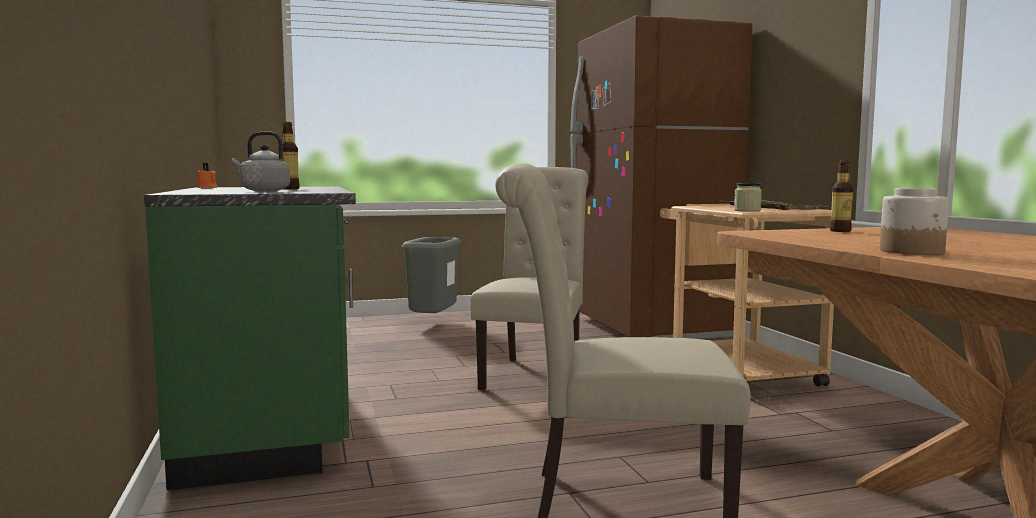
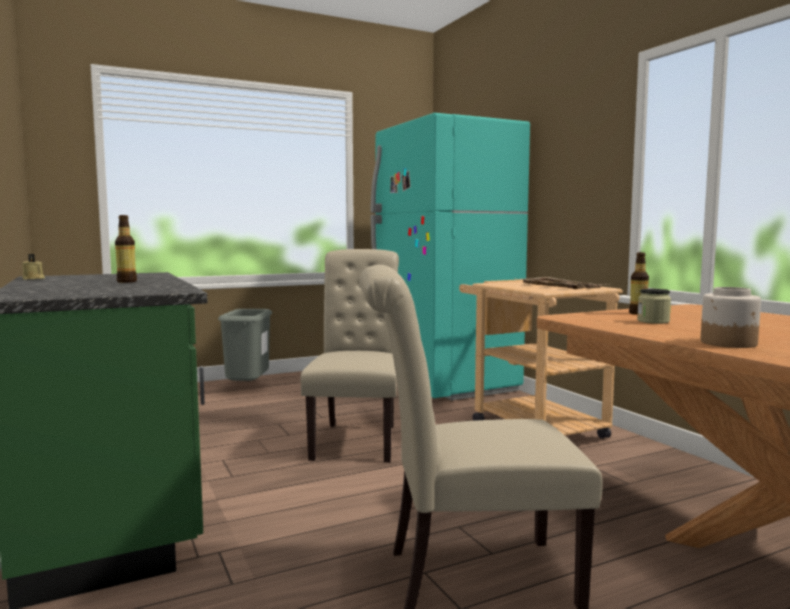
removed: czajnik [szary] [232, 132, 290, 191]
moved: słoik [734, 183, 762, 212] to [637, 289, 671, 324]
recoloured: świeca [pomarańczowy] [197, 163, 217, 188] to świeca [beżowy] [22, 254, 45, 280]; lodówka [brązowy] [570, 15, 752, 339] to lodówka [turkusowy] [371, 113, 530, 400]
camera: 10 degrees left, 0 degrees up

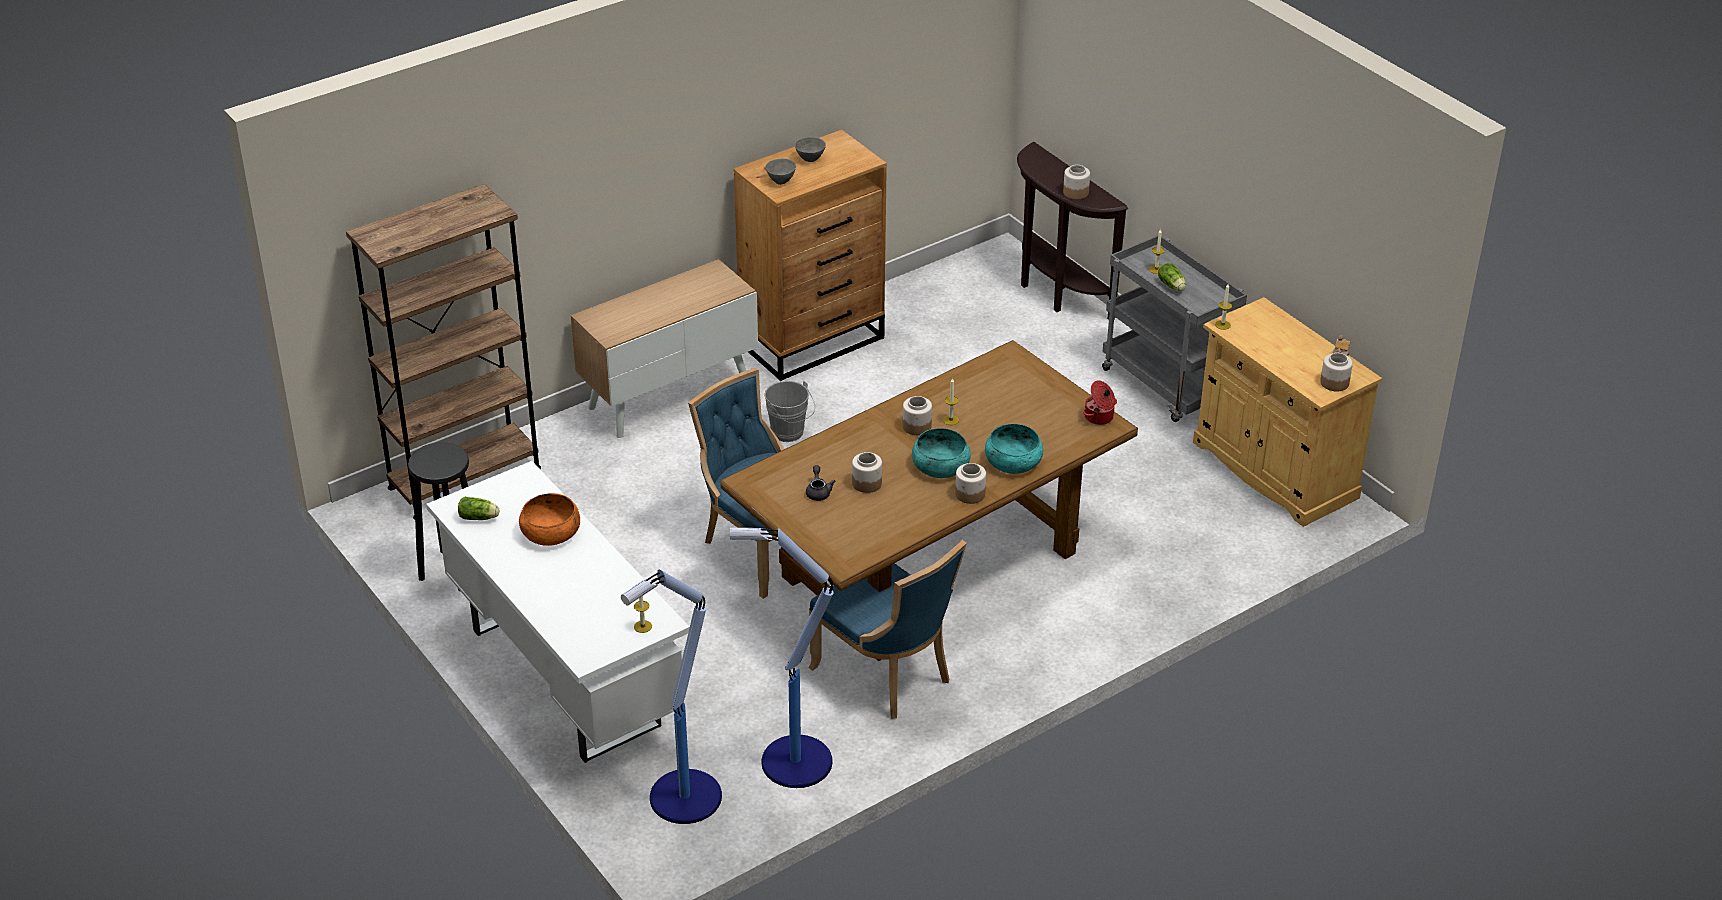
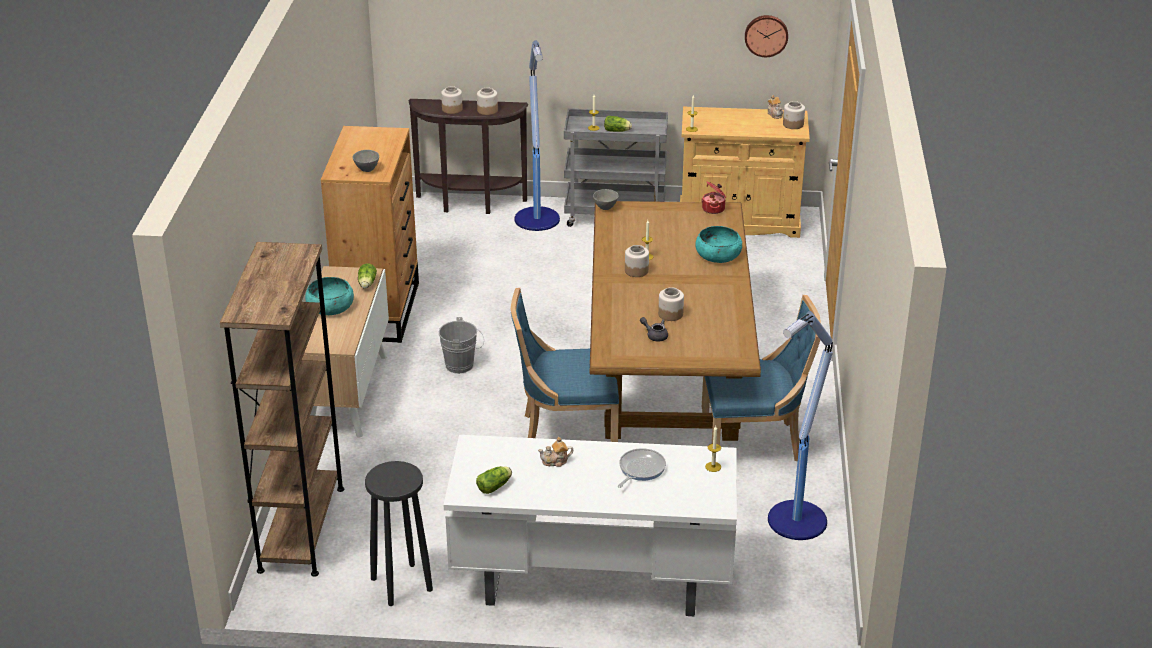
added: sałata [358, 263, 377, 289]; patelnia [618, 448, 666, 488]; zegar ścienny [745, 15, 788, 57]
moved: miska [turkusowy] [912, 428, 971, 478] to [305, 277, 354, 315]; słoik [955, 463, 986, 504] to [441, 86, 463, 114]; lampa stojąca [621, 570, 722, 824] to [514, 41, 560, 231]; miska [szary] [795, 137, 826, 162] to [593, 189, 619, 210]
replaced: miska [pomarańczowy] [519, 493, 580, 546] to imbryk [538, 437, 573, 467]
camera: 50 degrees left, 5 degrees down

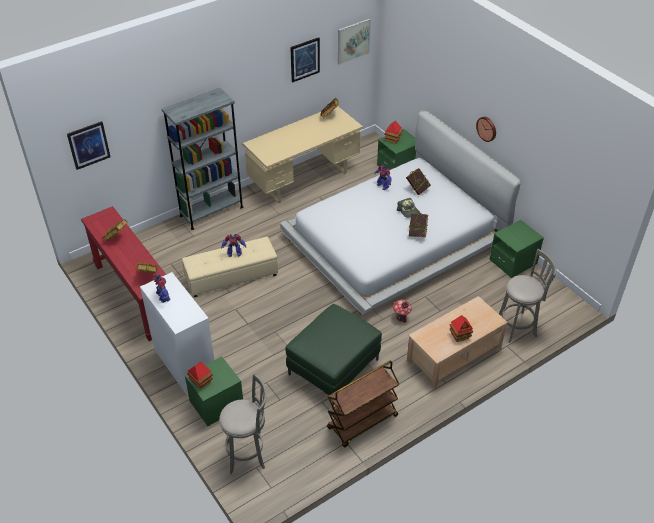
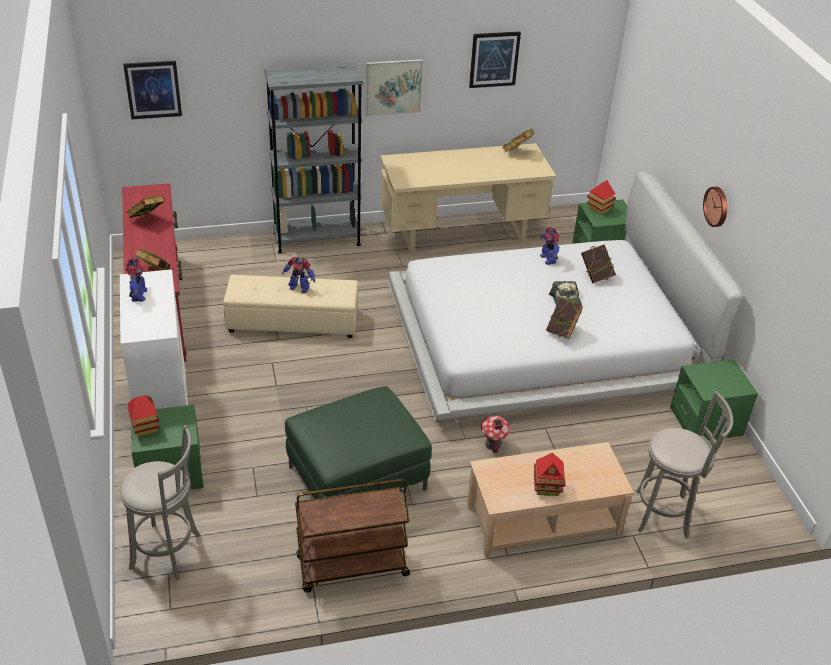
moved: obraz [338, 19, 371, 65] to [366, 59, 423, 116]
camera: 20 degrees right, 5 degrees down

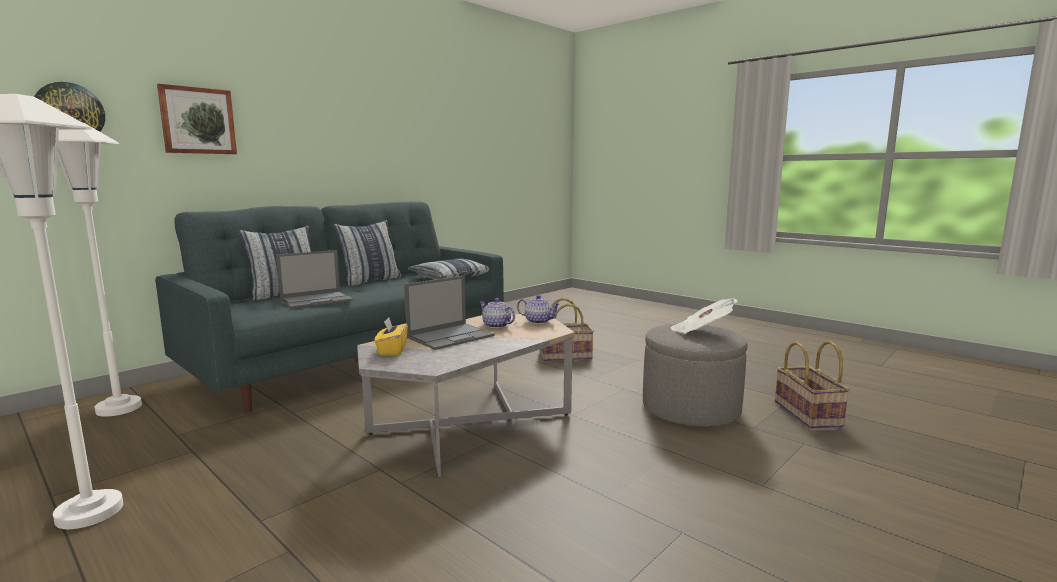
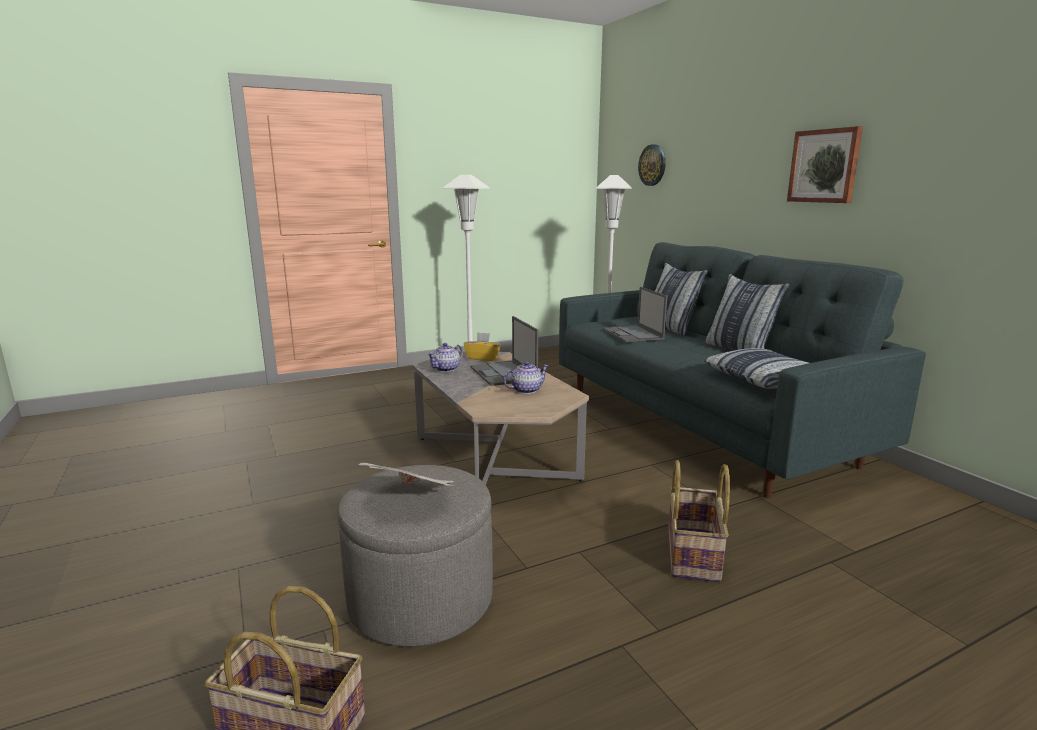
moved: imbryk [517, 295, 561, 324] to [427, 343, 463, 372]; obraz [157, 84, 237, 154] to [787, 126, 863, 203]
camera: 110 degrees right, 5 degrees up

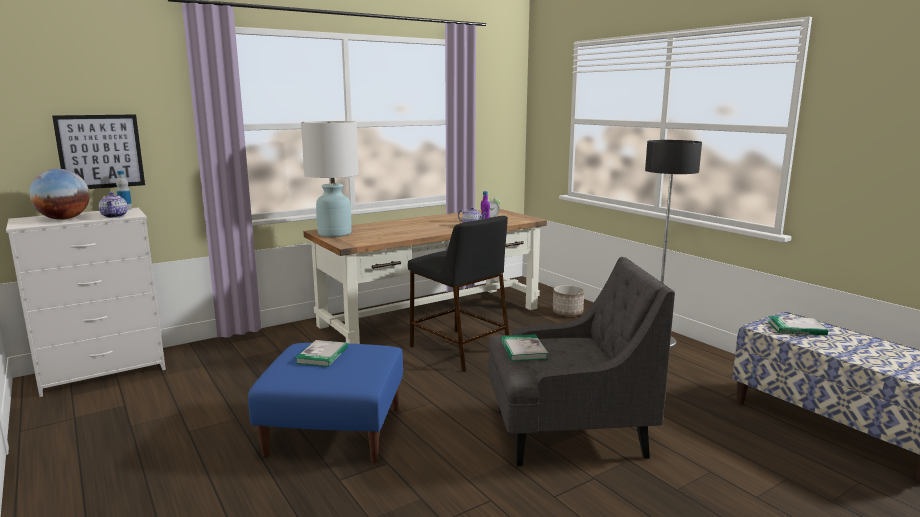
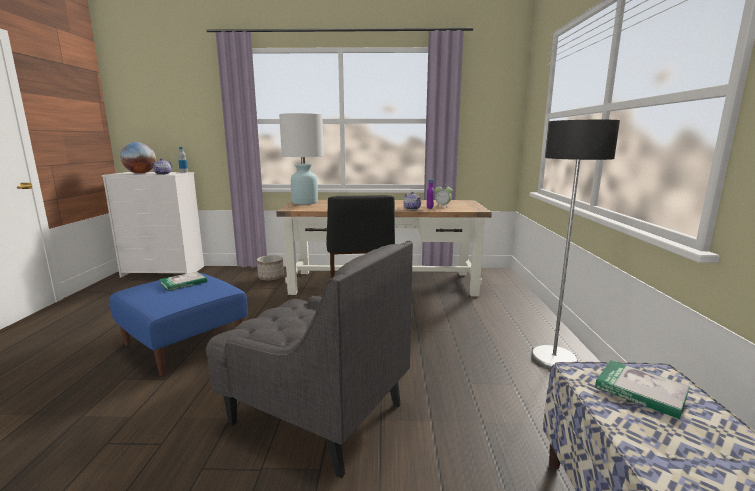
removed: obraz [52, 114, 145, 189]; książka [501, 334, 548, 361]
moved: donica [553, 285, 584, 316] to [257, 255, 284, 281]
camera: 35 degrees right, 0 degrees up

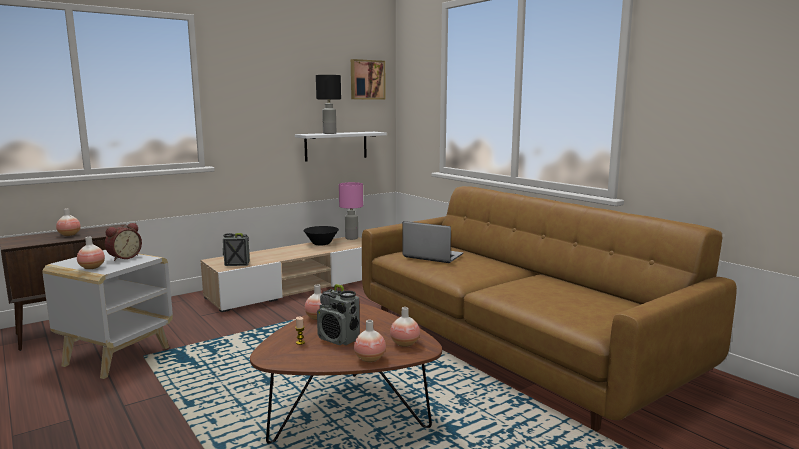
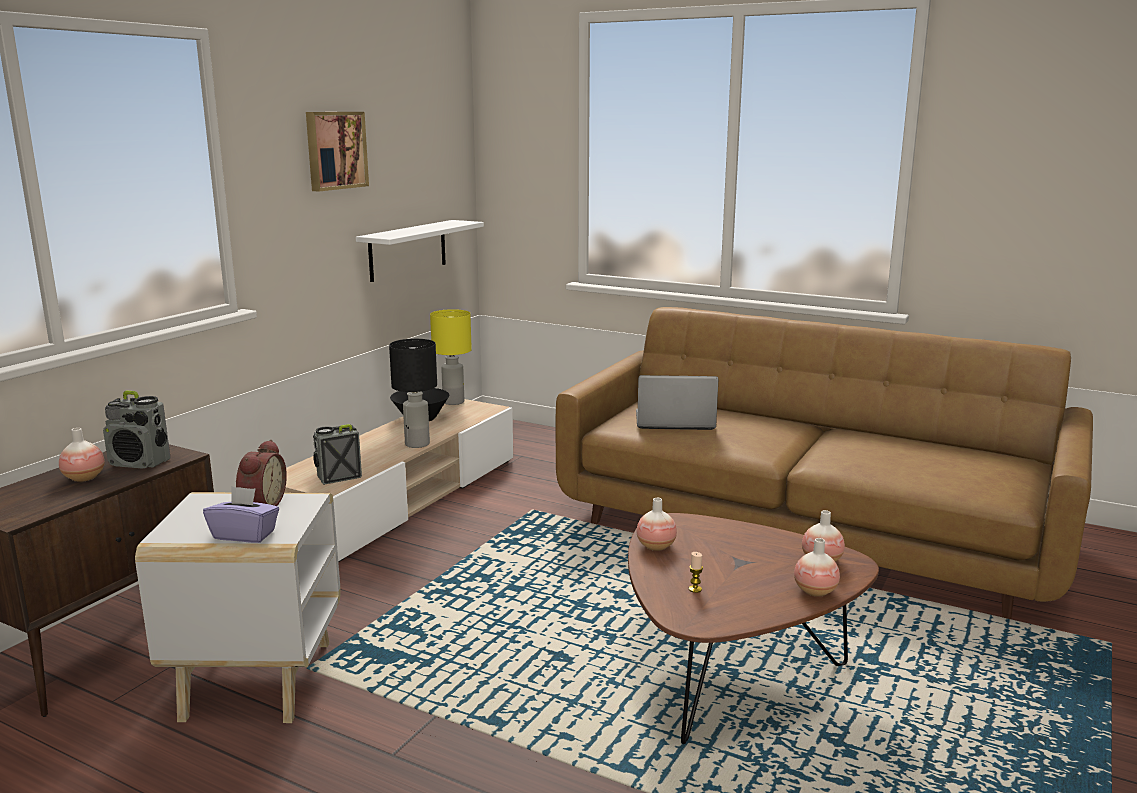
moved: radio [317, 284, 360, 345] to [103, 391, 171, 469]; obraz [351, 59, 386, 100] to [306, 112, 369, 191]; lampa stołowa [czarny] [316, 75, 341, 134] to [389, 339, 437, 448]
replaced: wazon [77, 237, 105, 269] to pudełko chusteczek [fioletowy] [203, 486, 279, 543]
recoloured: lampa stołowa [różowy] [339, 182, 363, 240] to lampa stołowa [żółty] [430, 309, 472, 405]
camera: 25 degrees left, 5 degrees up

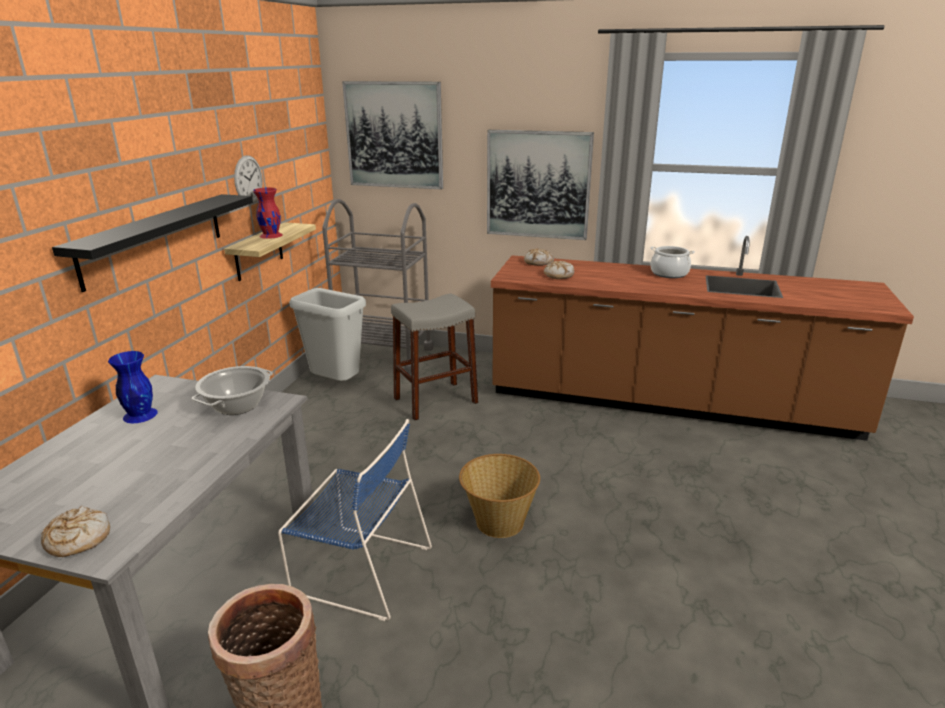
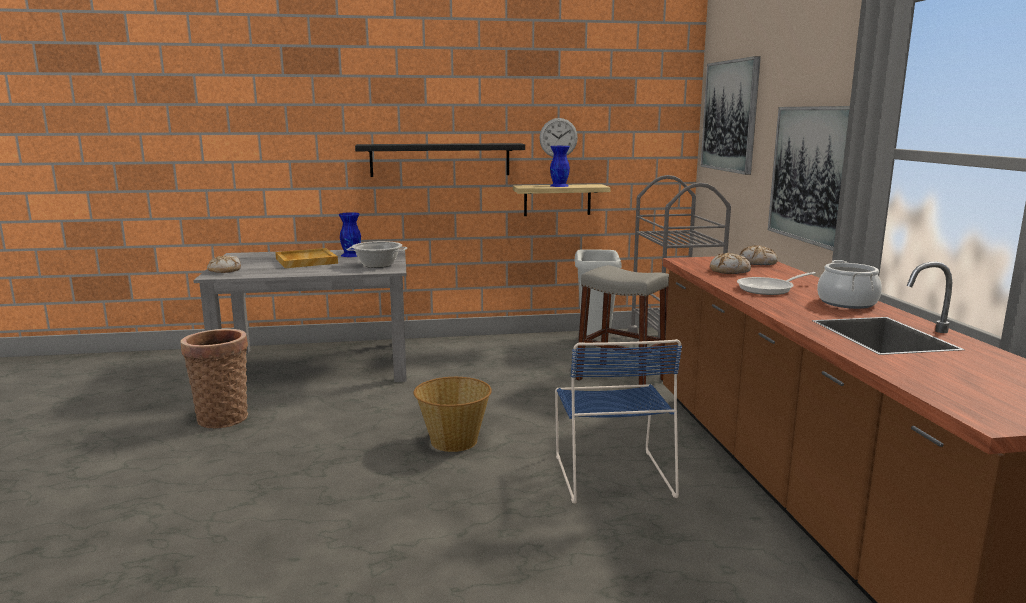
added: taca [beżowy] [275, 248, 338, 268]; patelnia [737, 272, 816, 295]
moved: krzesło [niebieski] [278, 419, 432, 621] to [555, 339, 682, 504]
recoloured: wazon [czerwony] [253, 188, 283, 239] to wazon [niebieski] [550, 146, 570, 187]
camera: 65 degrees right, 10 degrees down

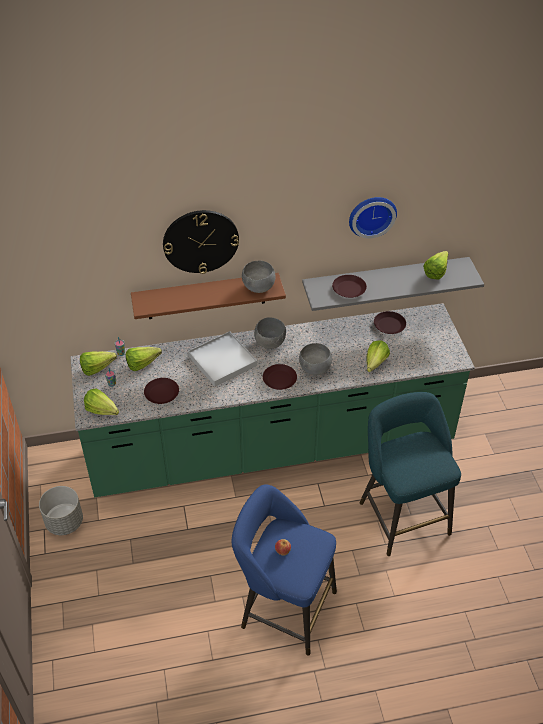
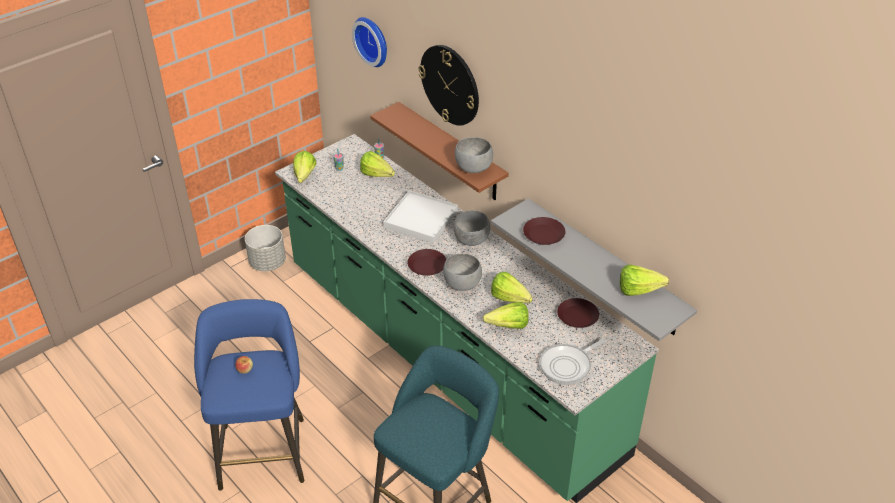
removed: talerz [brązowy] [144, 378, 179, 404]
added: patelnia [540, 338, 606, 385]
moved: zegar ścienny [349, 197, 397, 238] to [352, 17, 387, 67]; sałata [80, 351, 117, 376] to [491, 272, 533, 303]
camera: 60 degrees right, 5 degrees down

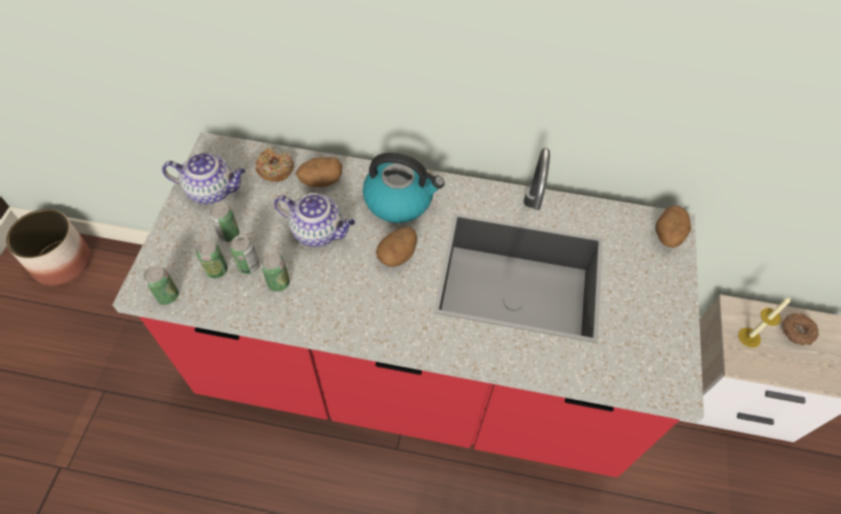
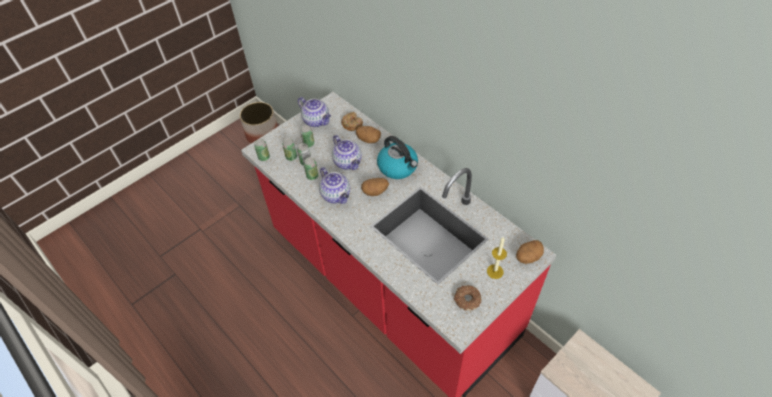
added: imbryk [319, 167, 350, 204]
moved: donut [782, 313, 819, 346] to [454, 285, 481, 311]; świeca [738, 297, 791, 348] to [487, 237, 507, 279]
camera: 40 degrees right, 5 degrees down

